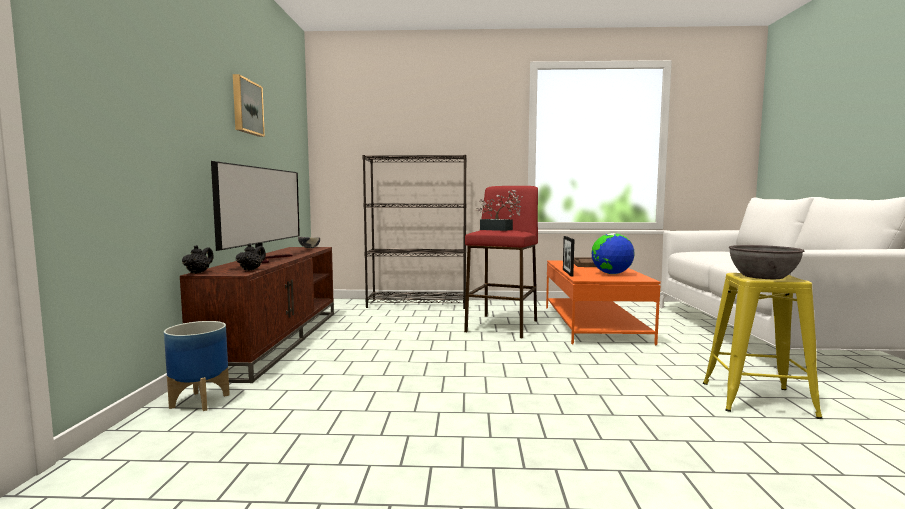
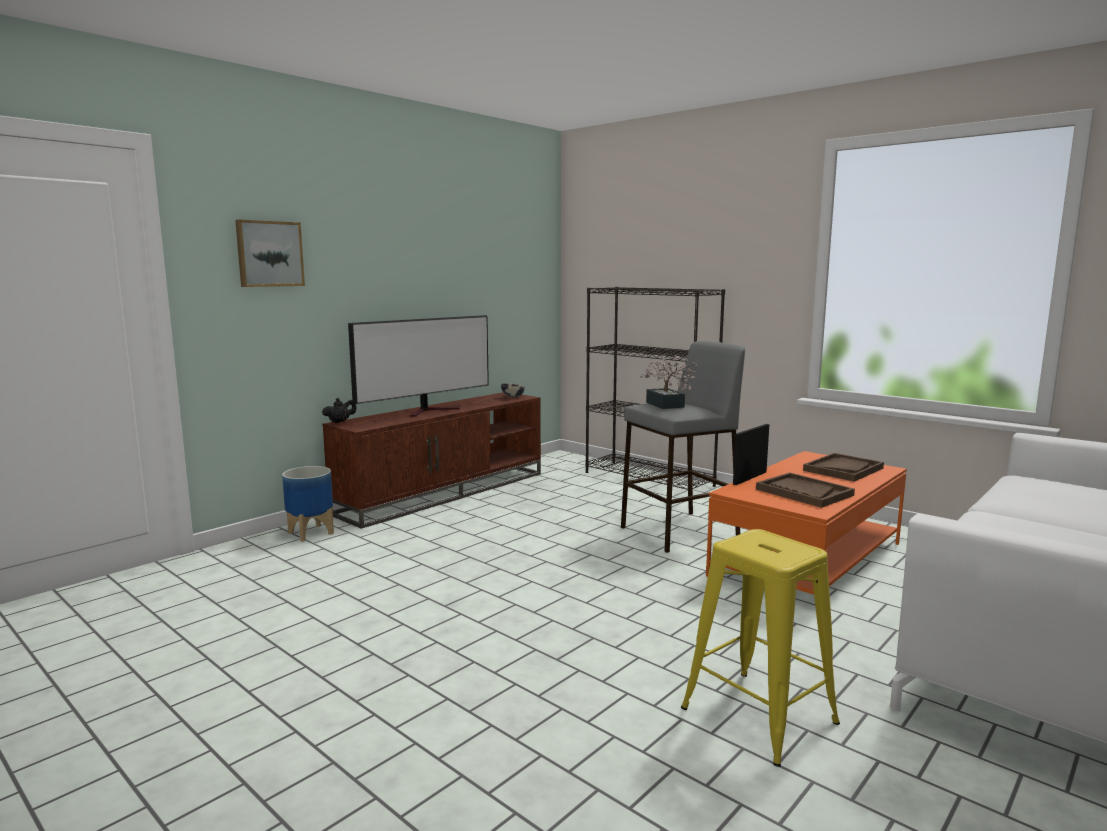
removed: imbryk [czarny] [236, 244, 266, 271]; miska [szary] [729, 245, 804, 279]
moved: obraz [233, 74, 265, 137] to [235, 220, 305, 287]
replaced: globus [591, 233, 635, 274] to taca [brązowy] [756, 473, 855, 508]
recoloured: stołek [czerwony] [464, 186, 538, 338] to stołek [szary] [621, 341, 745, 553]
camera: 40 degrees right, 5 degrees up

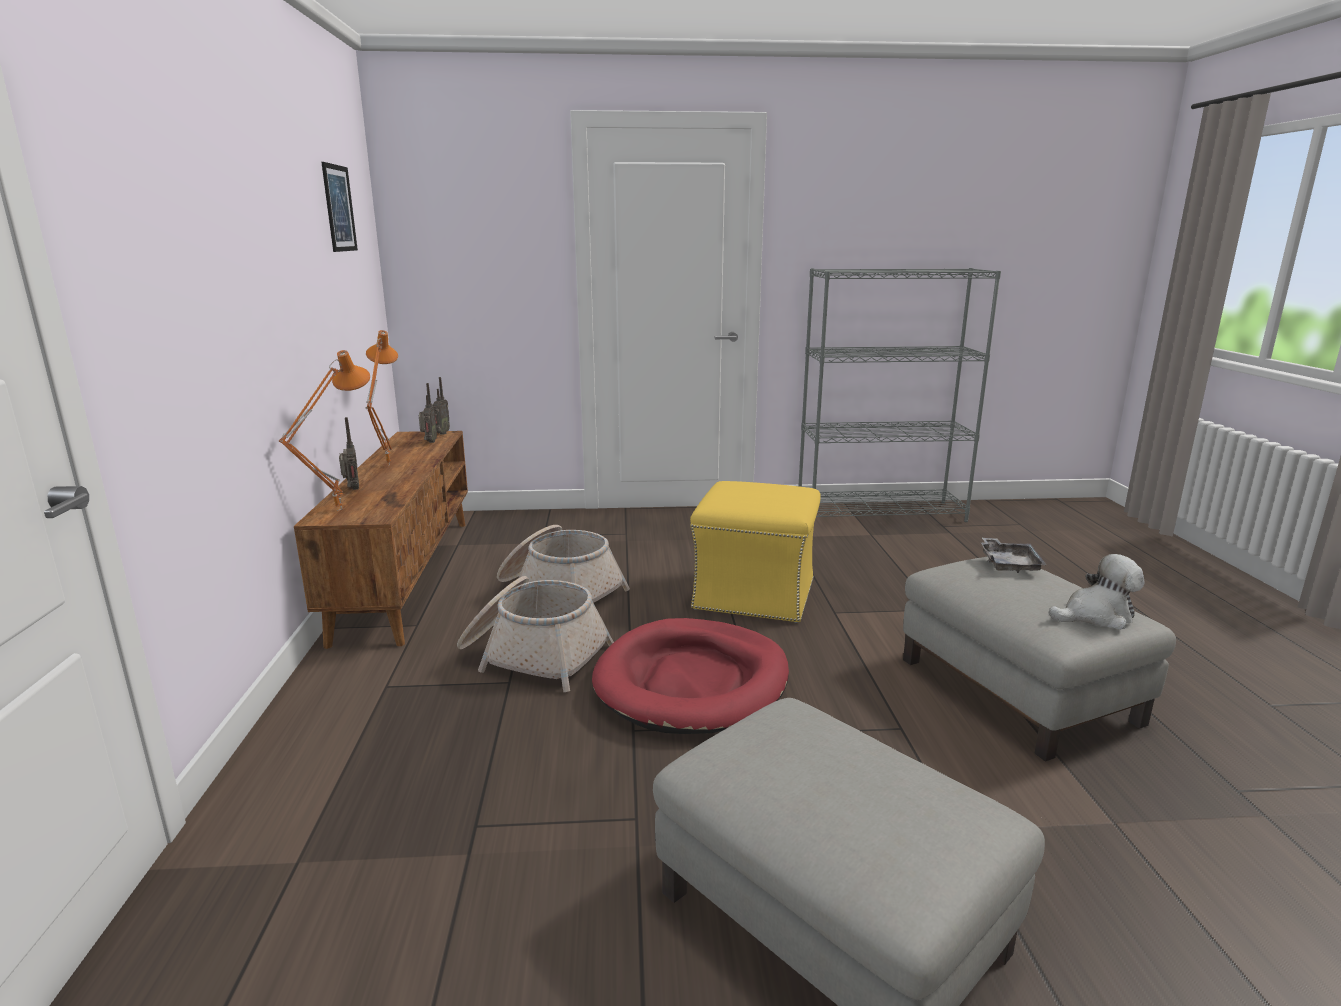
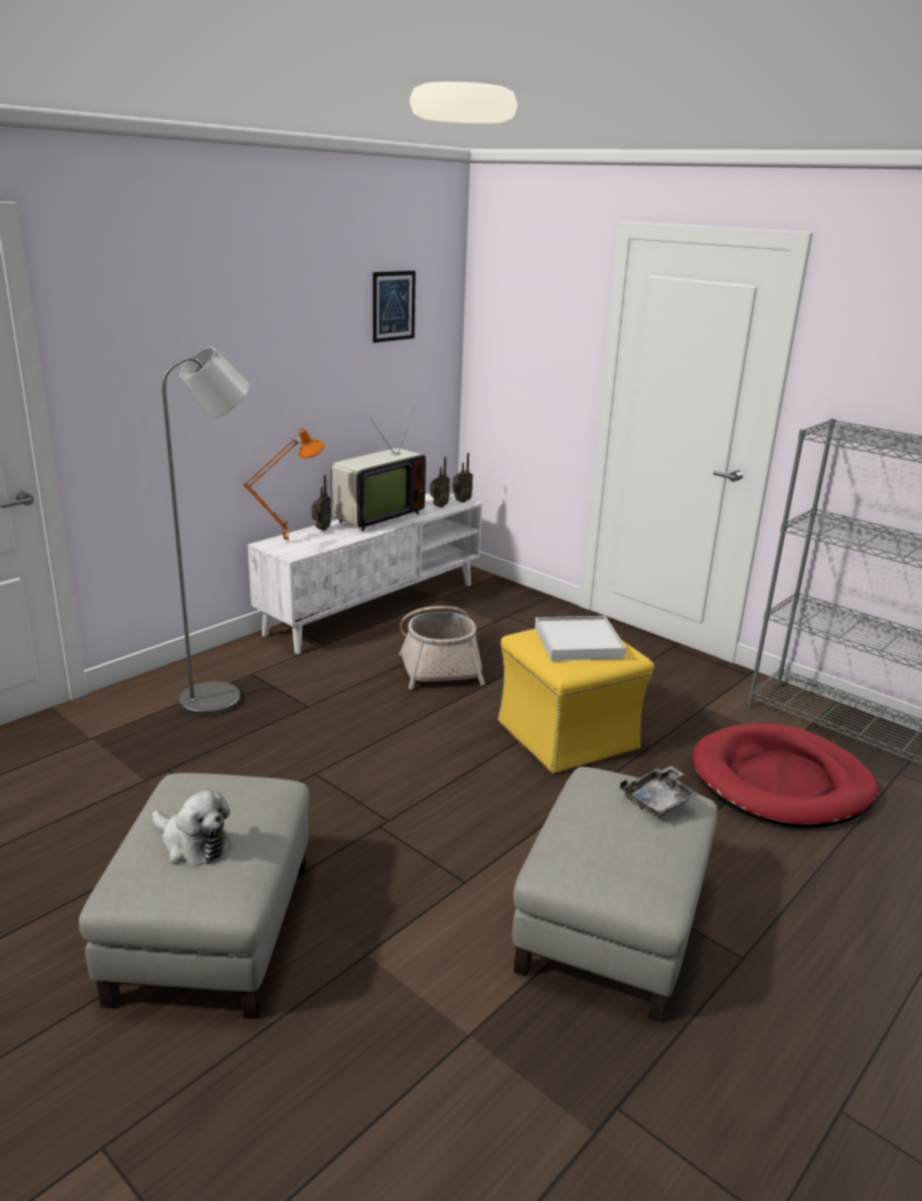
removed: koszyk [457, 576, 614, 692]
added: lampa stojąca [szary] [162, 347, 249, 716]; taca [biały] [535, 616, 626, 661]
moved: pluszak [1048, 554, 1144, 630] to [152, 790, 231, 866]; legowisko [czerwony] [592, 618, 789, 734] to [692, 723, 878, 828]
replaced: lampa stołowa [pomarańczowy] [366, 330, 398, 466] to telewizor [331, 407, 426, 532]
recoloured: szafka pod telewizor [brązowy] [294, 431, 468, 649] to szafka pod telewizor [biały] [248, 493, 482, 654]
camera: 45 degrees right, 5 degrees up

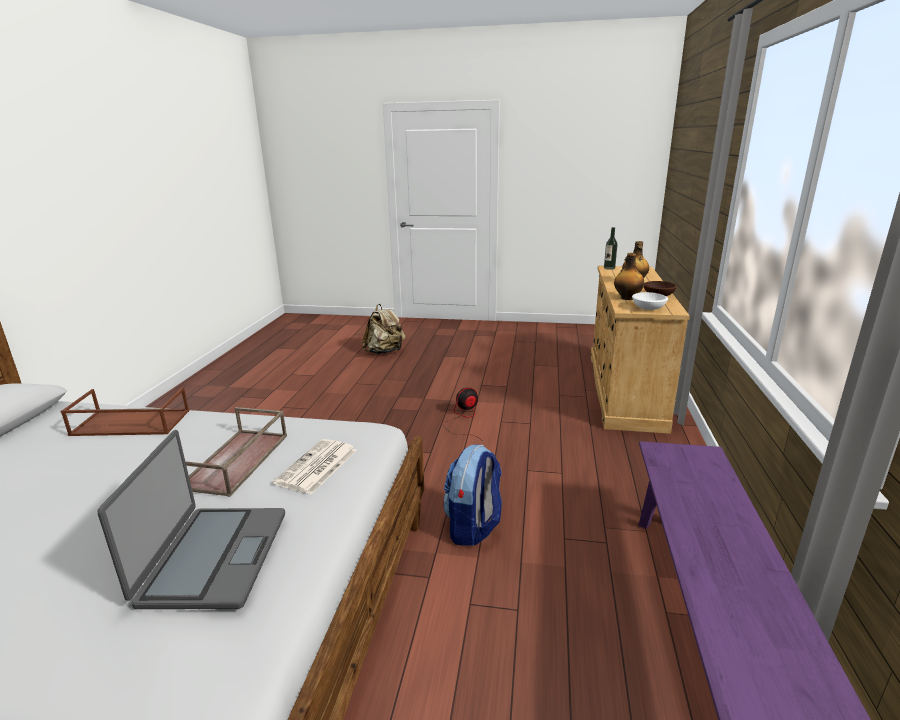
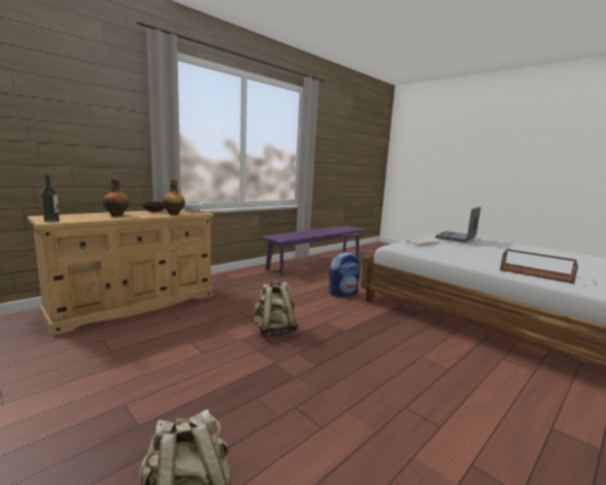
removed: taca [brązowy] [185, 407, 287, 497]
replaced: wentylator [443, 388, 478, 436] to plecak [beżowy] [253, 280, 299, 337]
camera: 145 degrees left, 10 degrees down

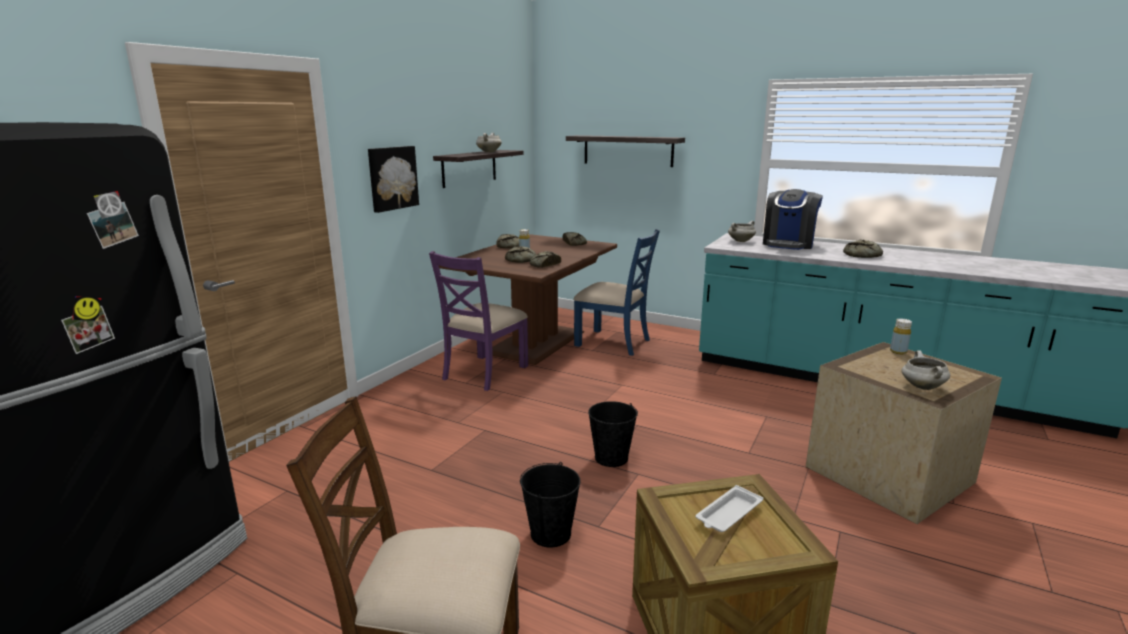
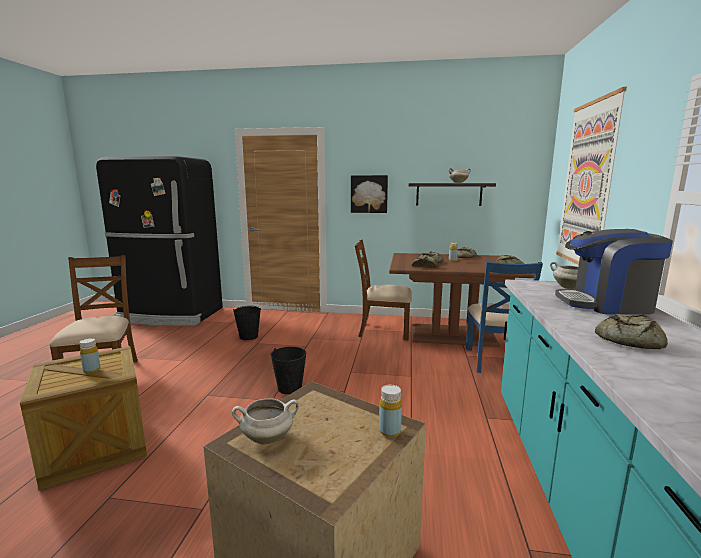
moved: wiadro [czarny] [520, 462, 581, 547] to [233, 306, 261, 340]
replaced: taca [biały] [696, 485, 763, 532] to butelka [żółty] [79, 338, 101, 373]; półka [566, 135, 685, 167] to obraz [556, 87, 627, 265]
recoloured: krzesło [fioletowy] [429, 251, 528, 391] to krzesło [brązowy] [355, 239, 412, 340]
camera: 70 degrees right, 5 degrees down

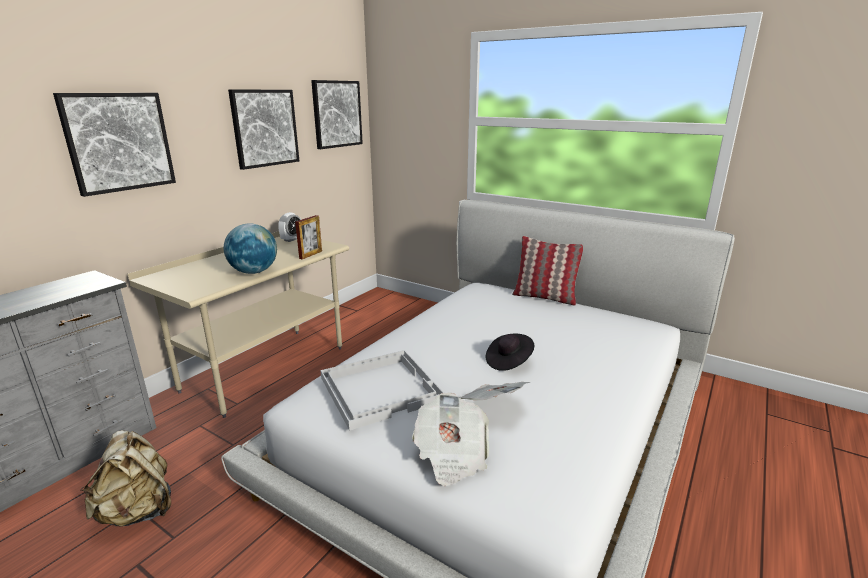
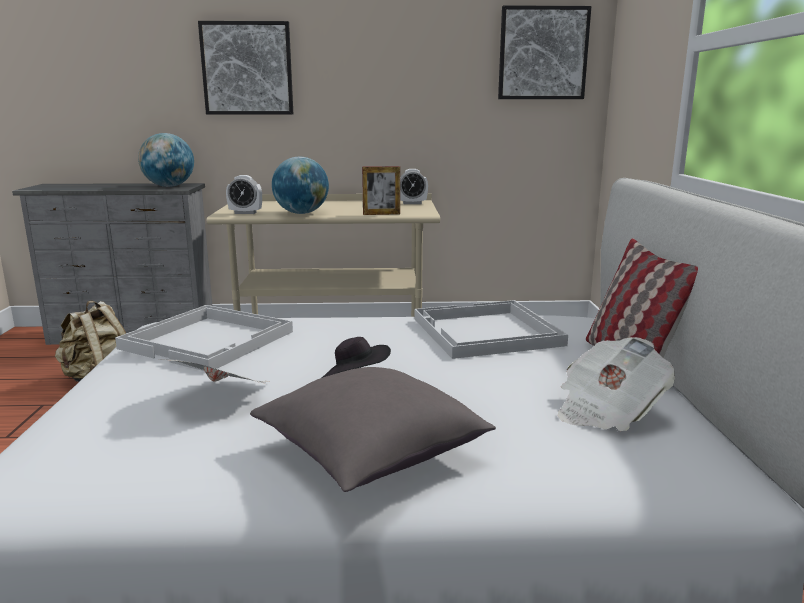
removed: obraz [228, 90, 299, 170]
added: globus [138, 133, 194, 187]; budzik [226, 175, 262, 214]; poduszka [szary] [250, 367, 496, 492]; taca [biały] [414, 300, 568, 359]
moved: gazeta [412, 393, 489, 486] to [557, 337, 675, 431]
camera: 55 degrees right, 5 degrees down

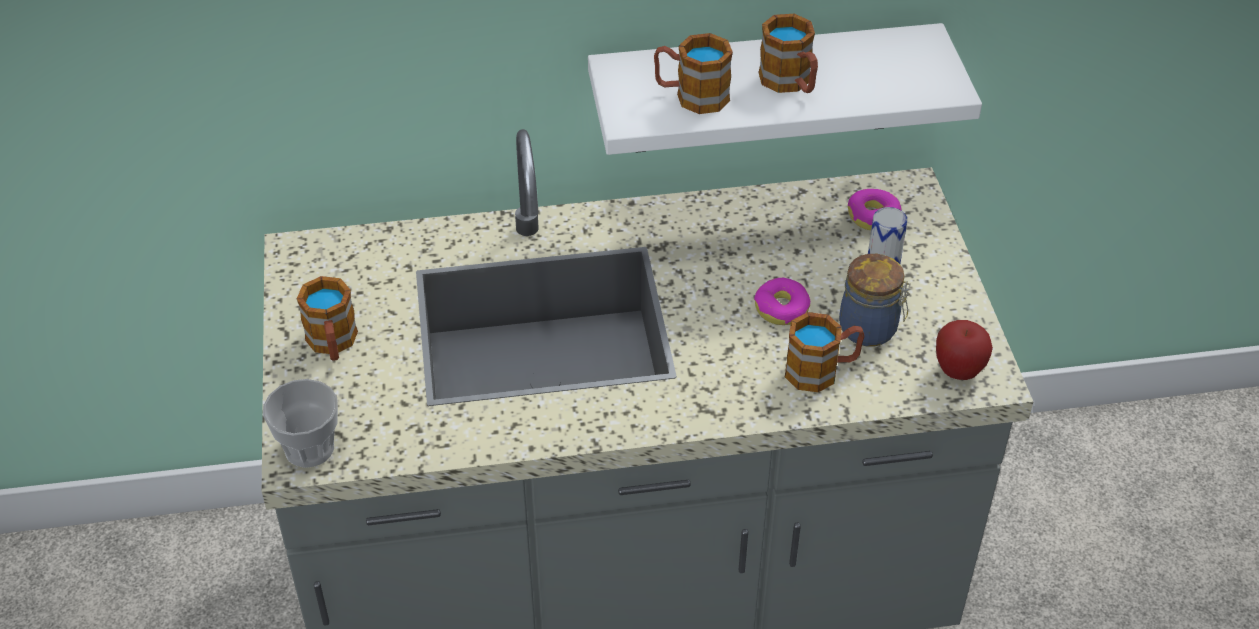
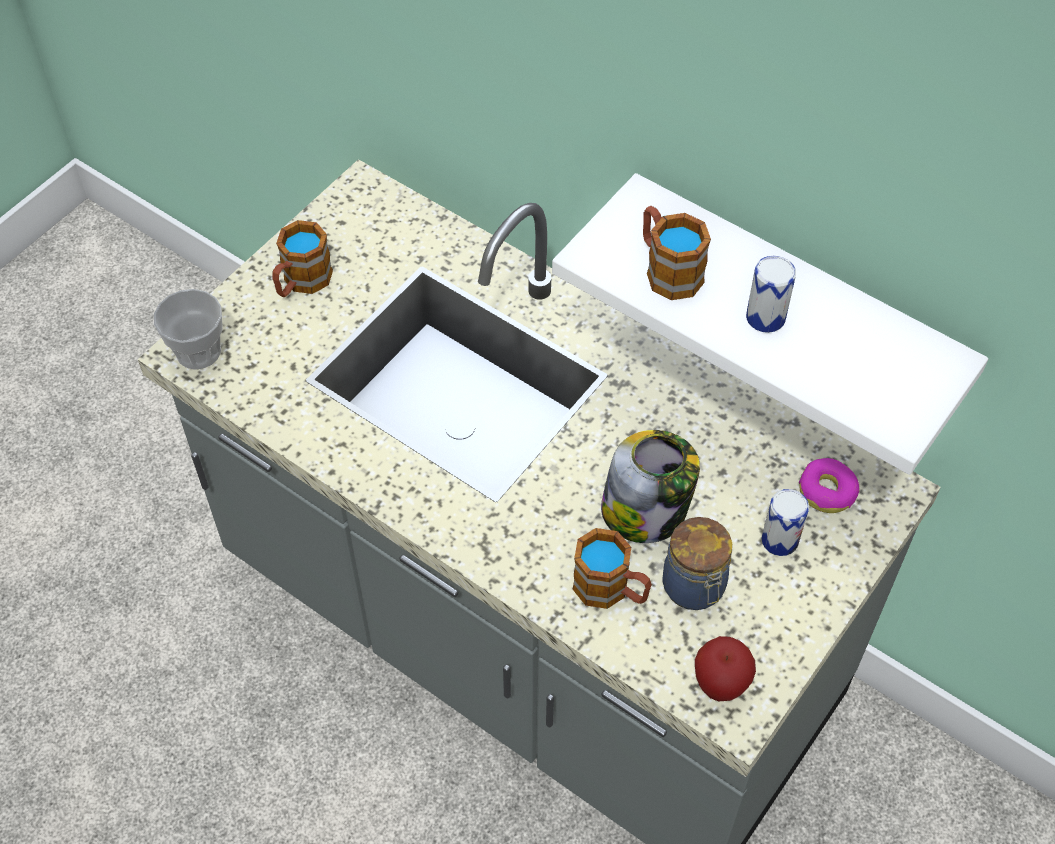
replaced: donut [754, 278, 810, 325] to słoik [601, 430, 700, 543]; kubek [758, 14, 818, 93] to puszka [746, 256, 796, 333]
camera: 45 degrees right, 10 degrees up

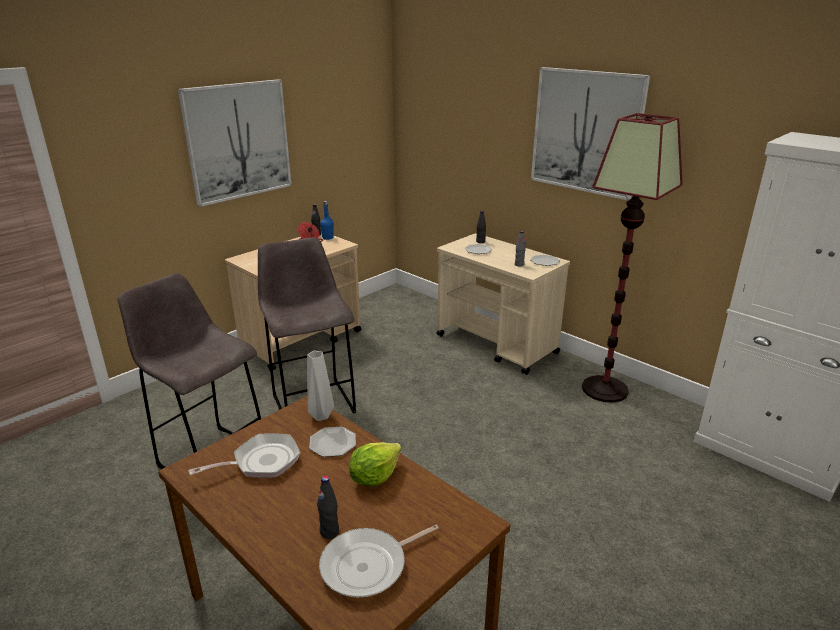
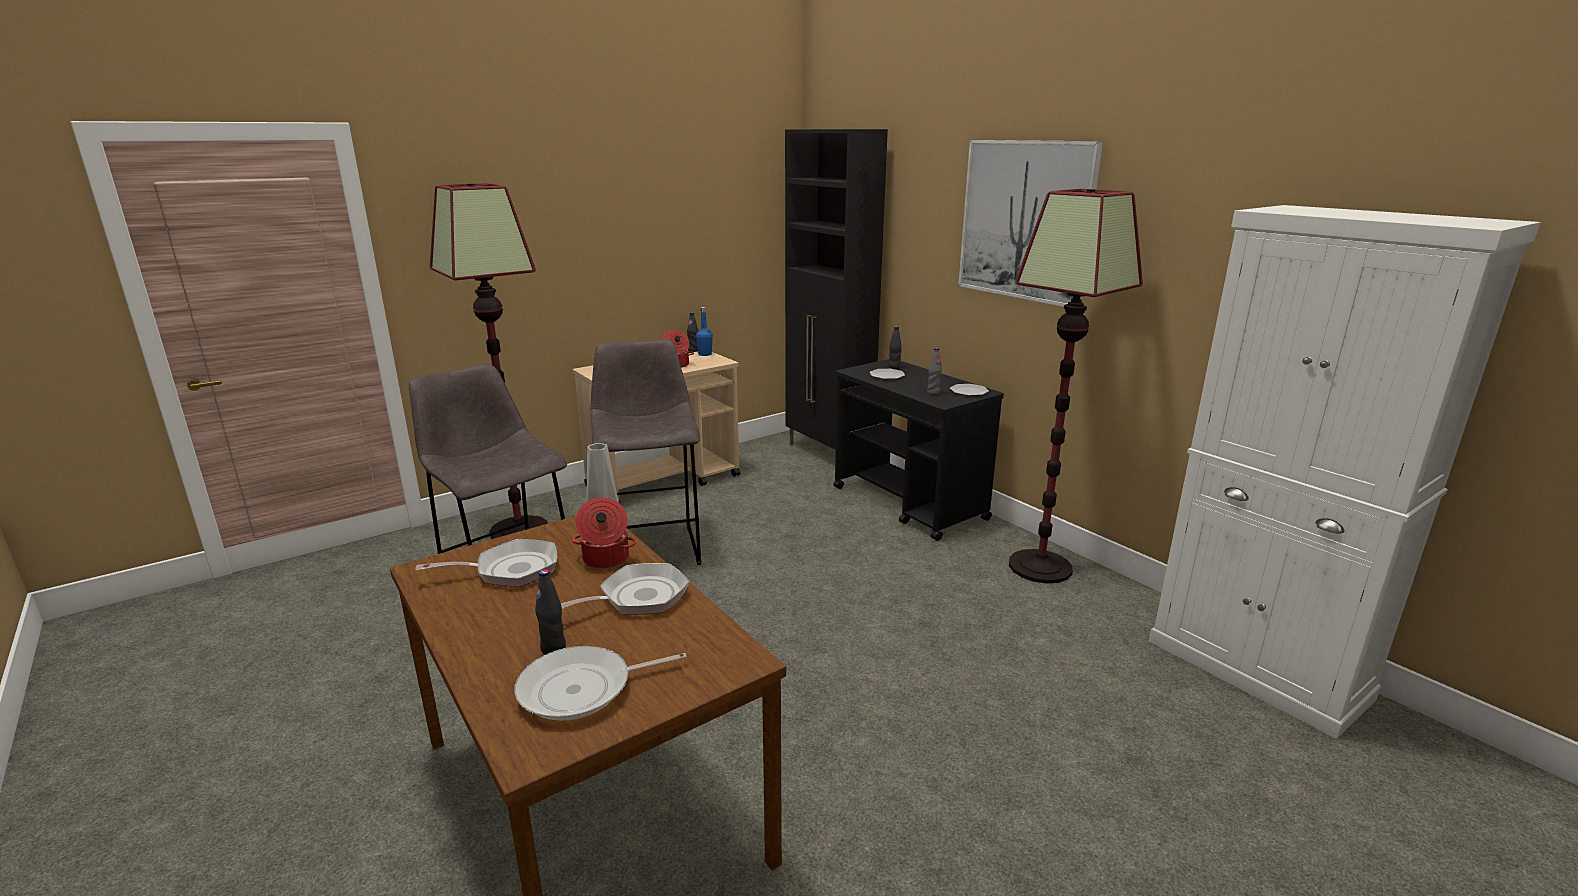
removed: obraz [178, 79, 292, 207]
added: lampa stojąca [430, 183, 548, 539]; szafka [czarny] [785, 129, 888, 450]
replaced: sałata [349, 442, 401, 486] to patelnia [561, 563, 689, 615]; talerz [309, 427, 356, 457] to garnek [572, 497, 636, 569]
recoloured: wózek [beżowy] [436, 233, 570, 375] to wózek [czarny] [833, 359, 1004, 541]
camera: 10 degrees right, 5 degrees down

